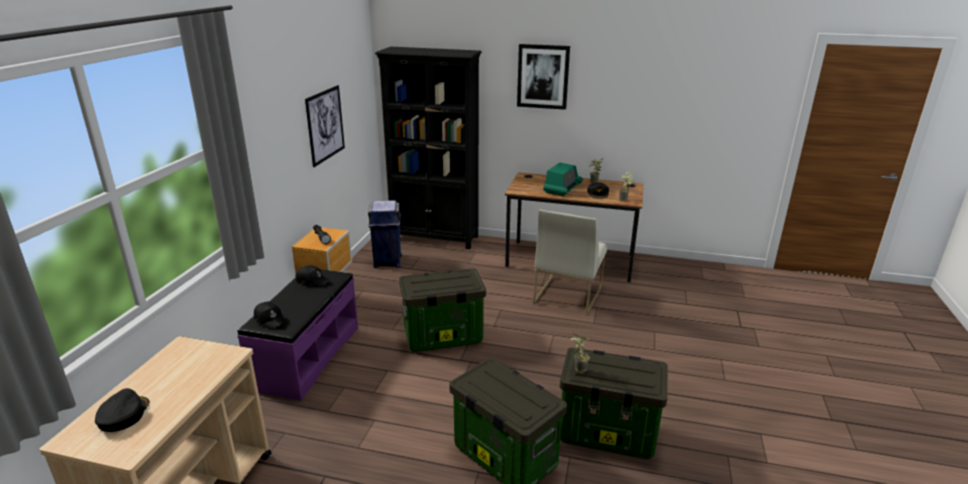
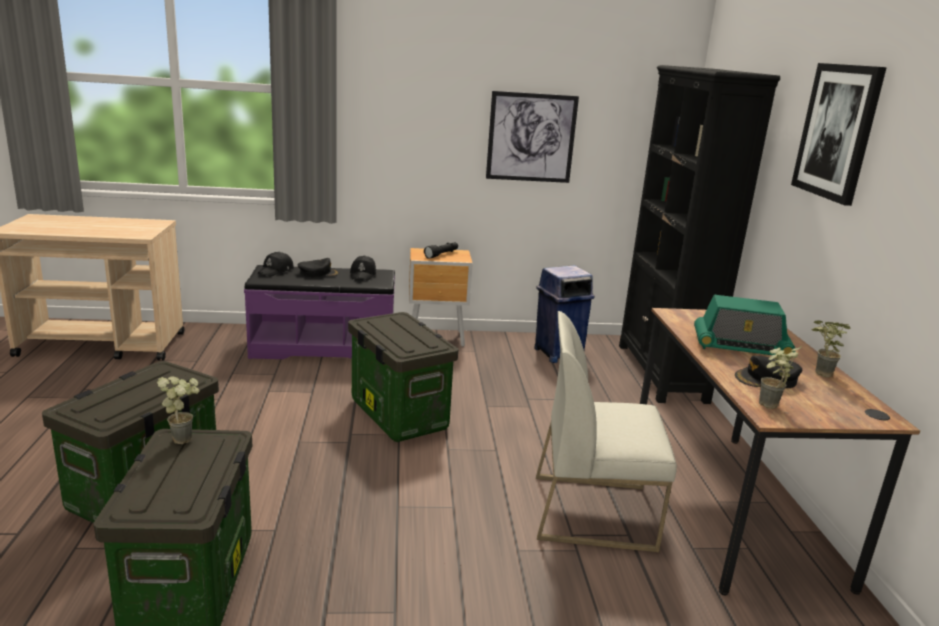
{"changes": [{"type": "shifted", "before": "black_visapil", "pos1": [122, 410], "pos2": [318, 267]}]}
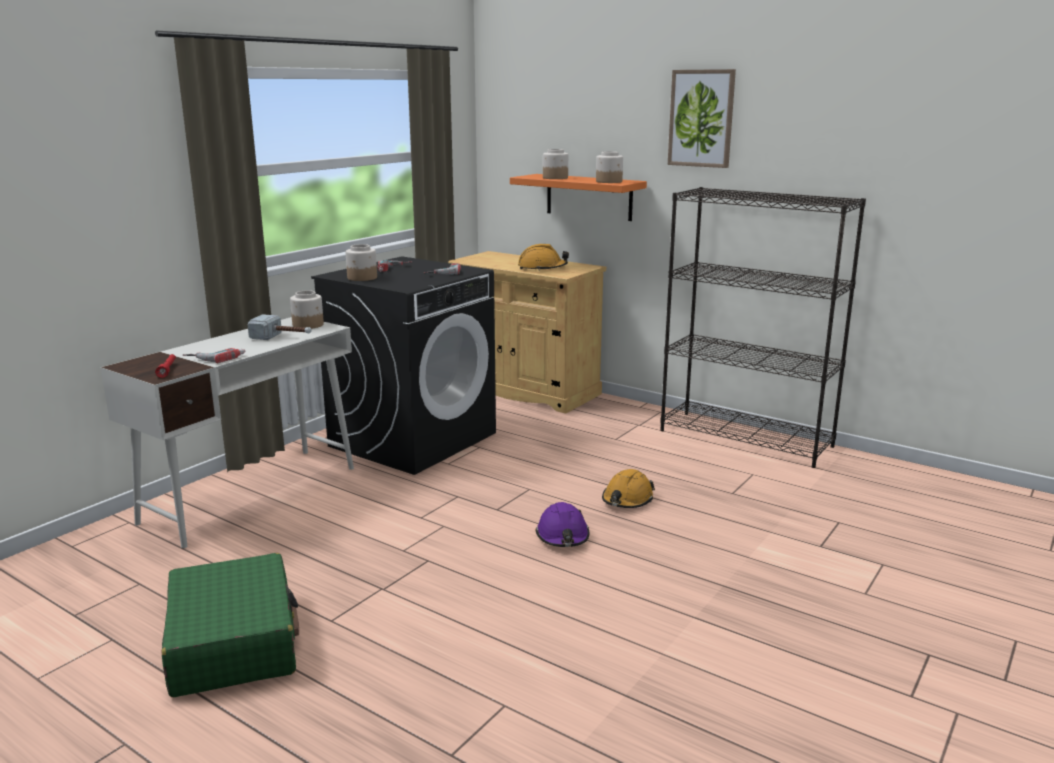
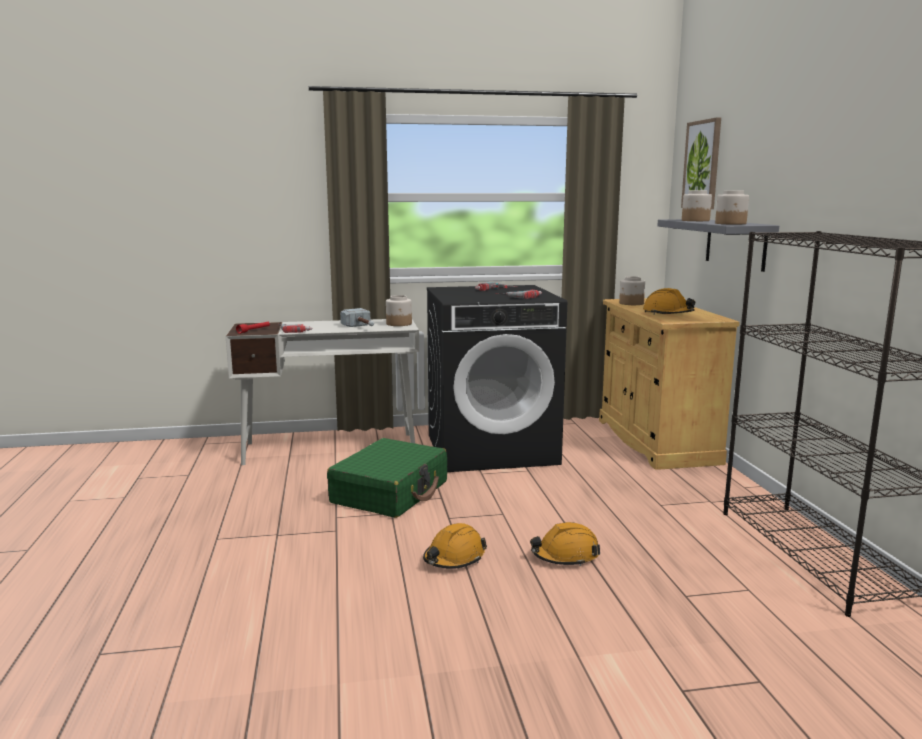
{"changes": [{"type": "shifted", "before": "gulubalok", "pos1": [702, 118], "pos2": [701, 163]}, {"type": "repainted", "before": "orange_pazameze", "after": "grey_pazameze", "pos1": [578, 197], "pos2": [718, 245]}, {"type": "shifted", "before": "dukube", "pos1": [361, 262], "pos2": [632, 290]}, {"type": "repainted", "before": "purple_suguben", "after": "orange_suguben", "pos1": [563, 524], "pos2": [455, 546]}, {"type": "shifted", "before": "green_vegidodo", "pos1": [230, 625], "pos2": [387, 478]}]}
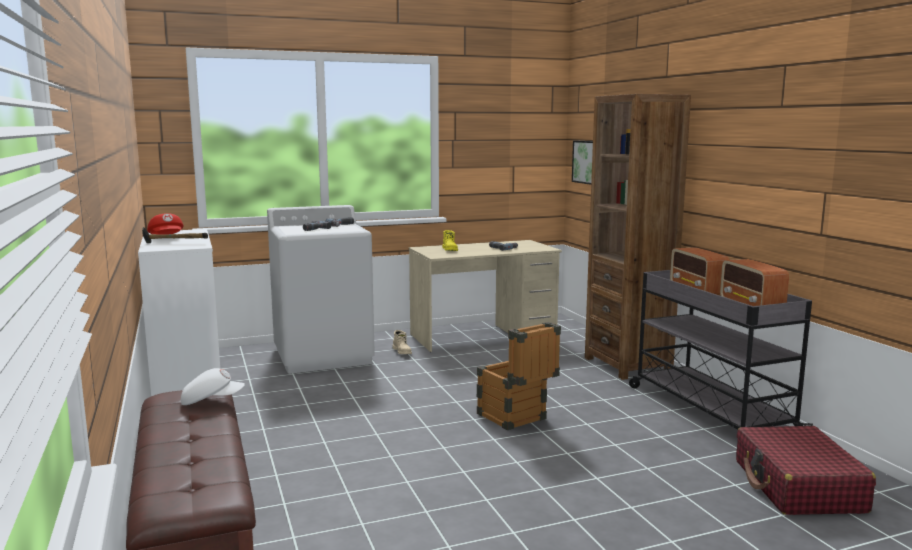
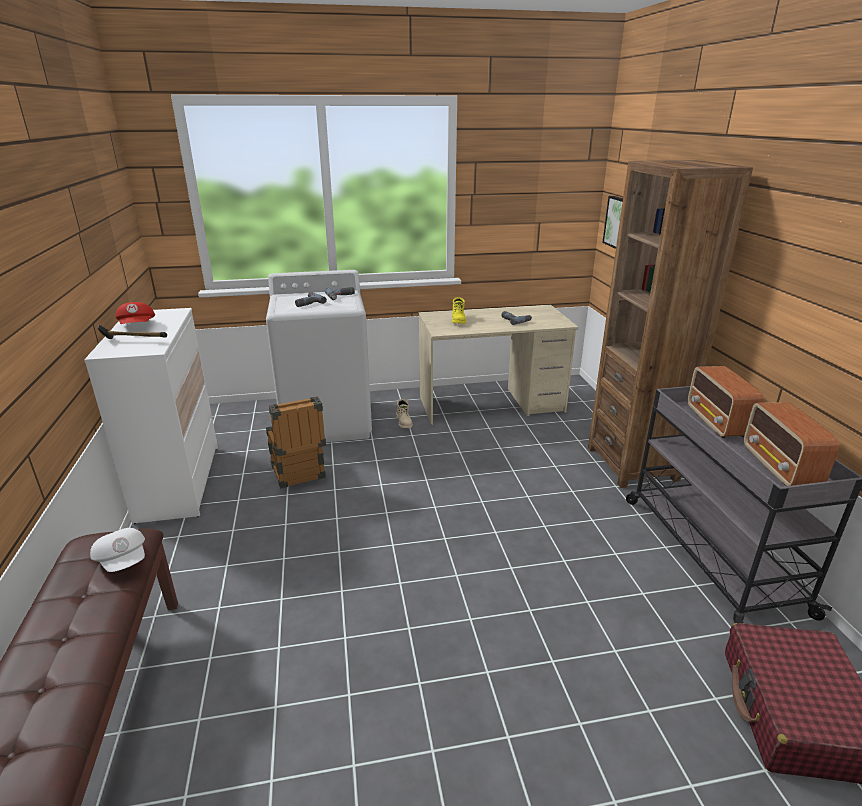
{"changes": [{"type": "shifted", "before": "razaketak", "pos1": [519, 376], "pos2": [296, 442]}, {"type": "rotated", "before": "white_visapil", "pos1": [213, 386], "pos2": [117, 550], "turn": 45}]}
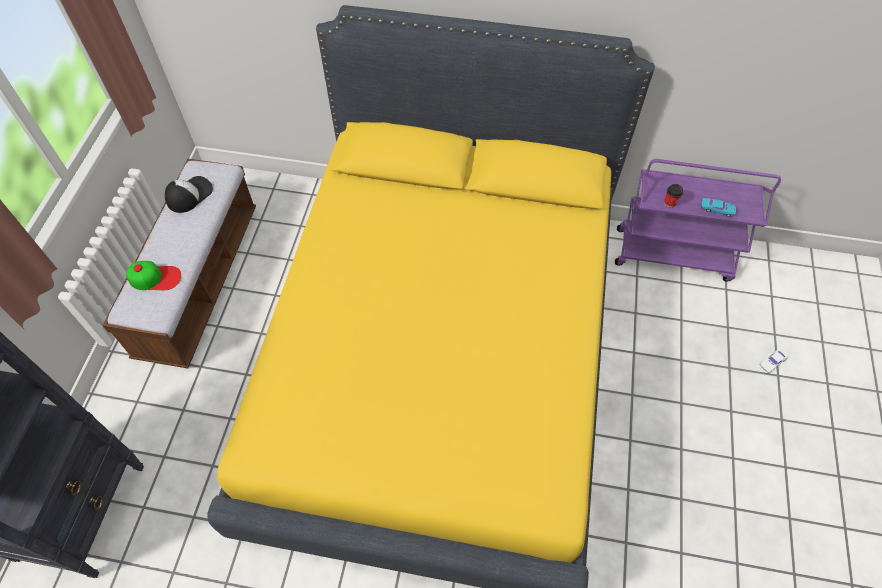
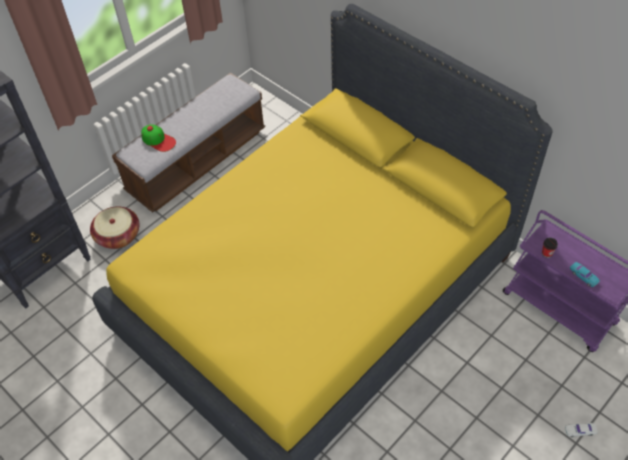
{"changes": [{"type": "gone", "before": "visapil", "pos1": [189, 194]}, {"type": "new", "after": "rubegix", "pos2": [114, 227]}]}
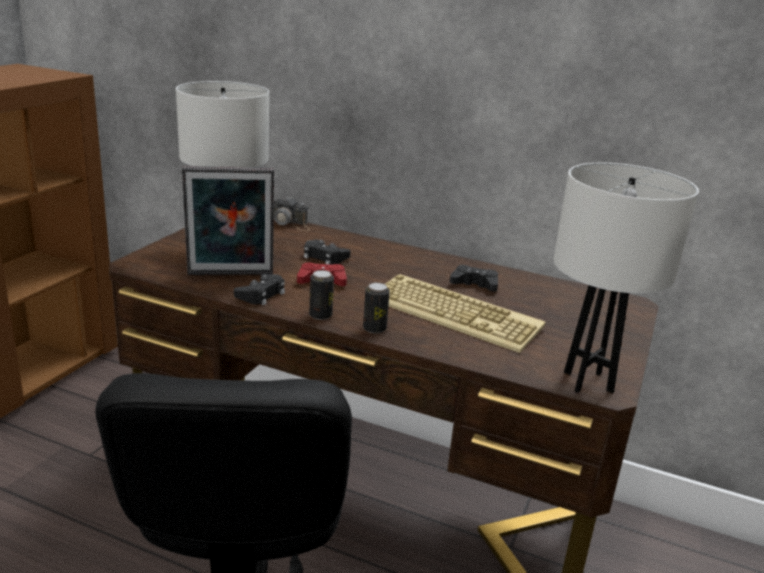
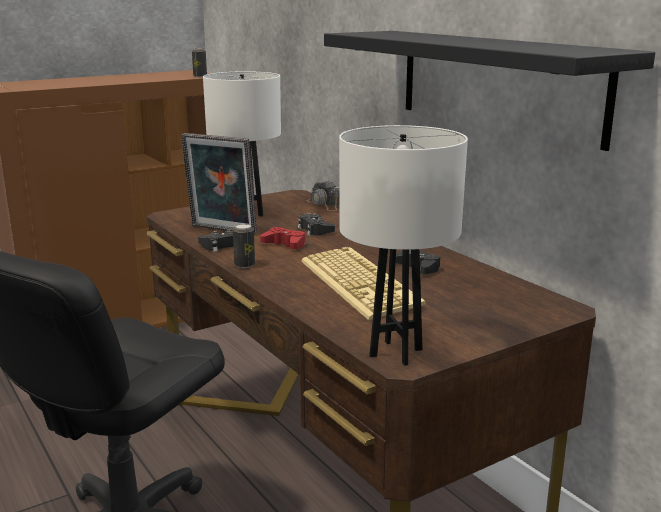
{"changes": [{"type": "shifted", "before": "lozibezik", "pos1": [376, 308], "pos2": [199, 62]}, {"type": "new", "after": "black_pazameze", "pos2": [489, 91]}]}
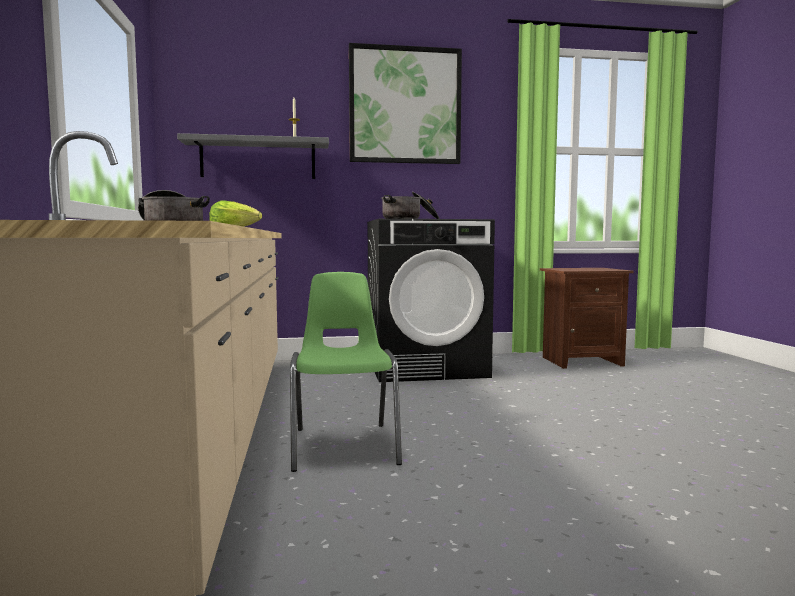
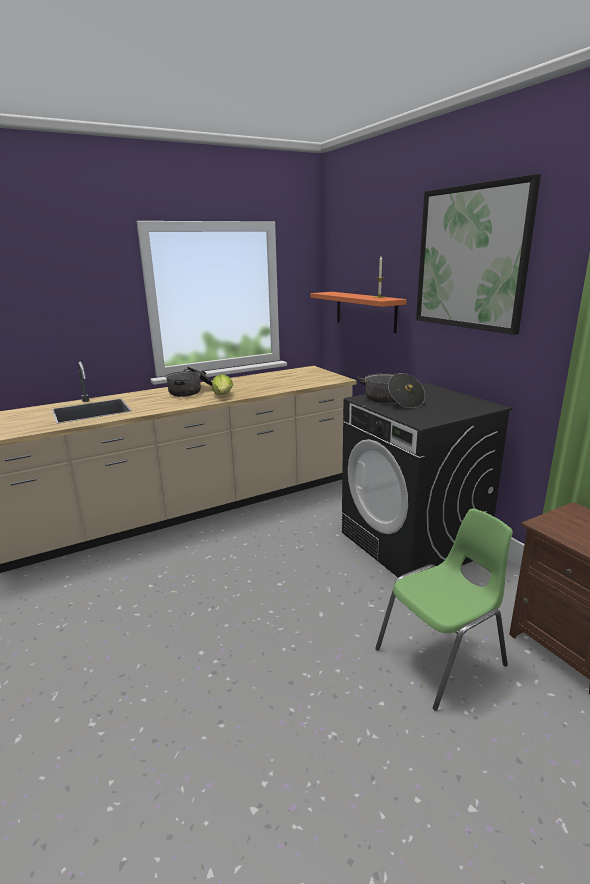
{"changes": [{"type": "repainted", "before": "grey_pazameze", "after": "orange_pazameze", "pos1": [253, 156], "pos2": [358, 312]}, {"type": "shifted", "before": "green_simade", "pos1": [346, 372], "pos2": [444, 610]}]}
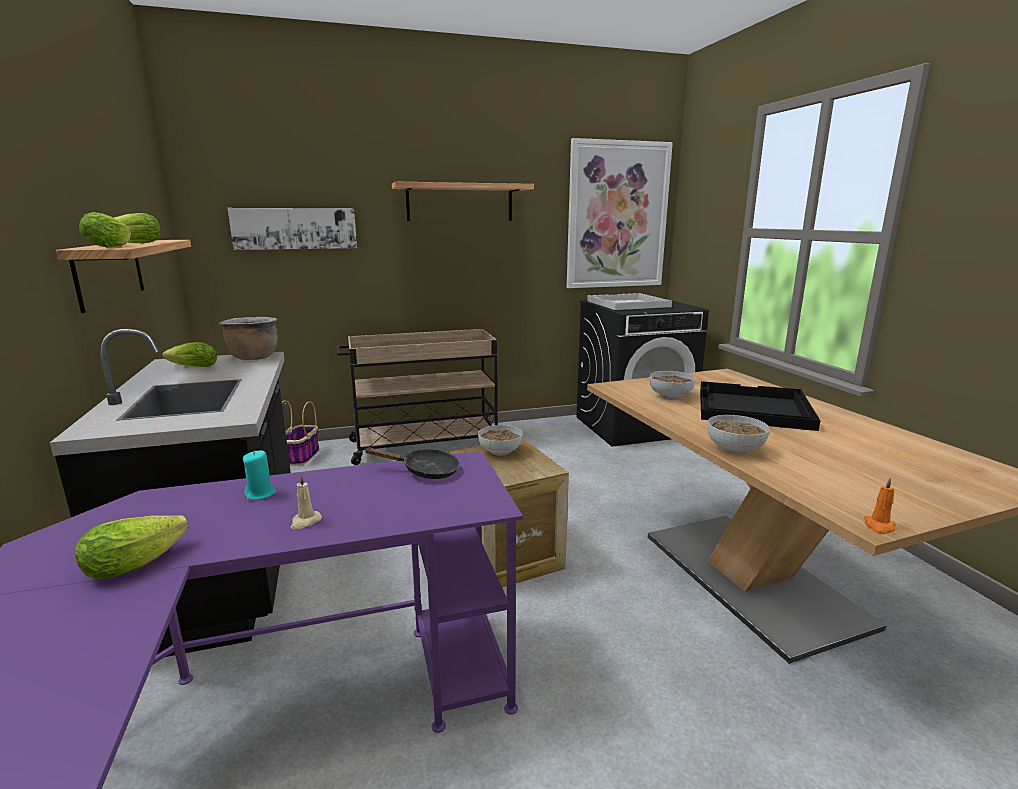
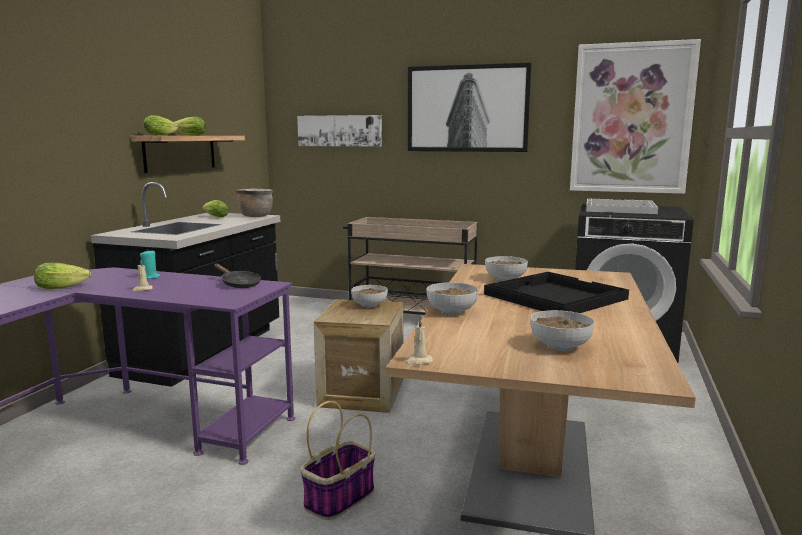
{"changes": [{"type": "swapped", "before": "pazameze", "after": "gulubalok", "pos1": [463, 201], "pos2": [469, 107]}, {"type": "shifted", "before": "rubegix", "pos1": [300, 433], "pos2": [337, 460]}, {"type": "repainted", "before": "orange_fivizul", "after": "beige_fivizul", "pos1": [880, 506], "pos2": [419, 341]}, {"type": "new", "after": "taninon", "pos2": [562, 330]}]}
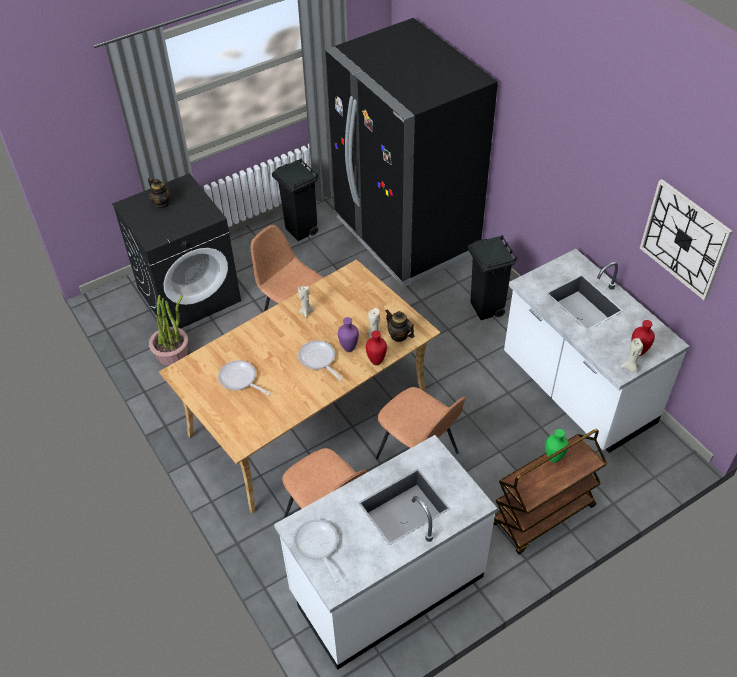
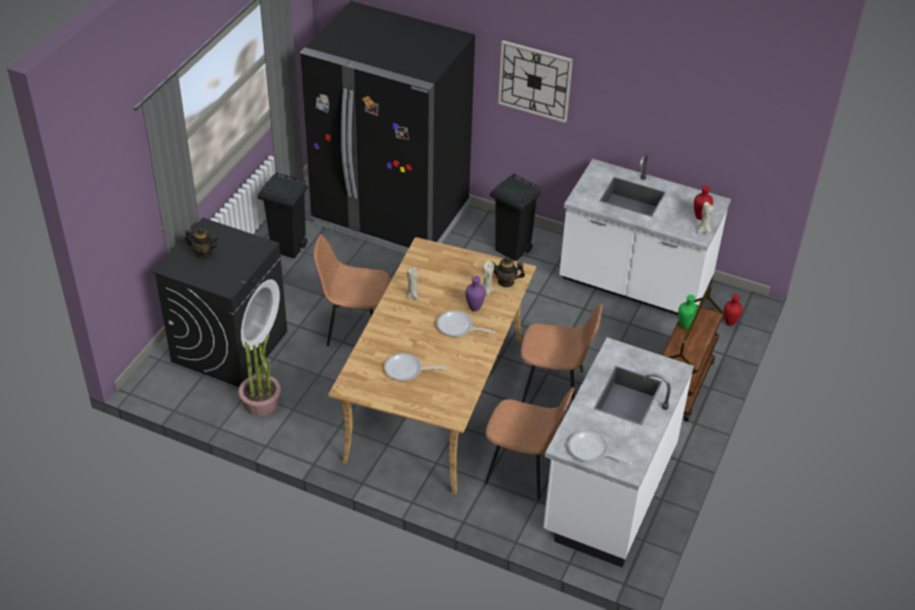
{"changes": [{"type": "shifted", "before": "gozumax", "pos1": [686, 239], "pos2": [535, 81]}, {"type": "shifted", "before": "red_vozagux", "pos1": [376, 348], "pos2": [733, 310]}]}
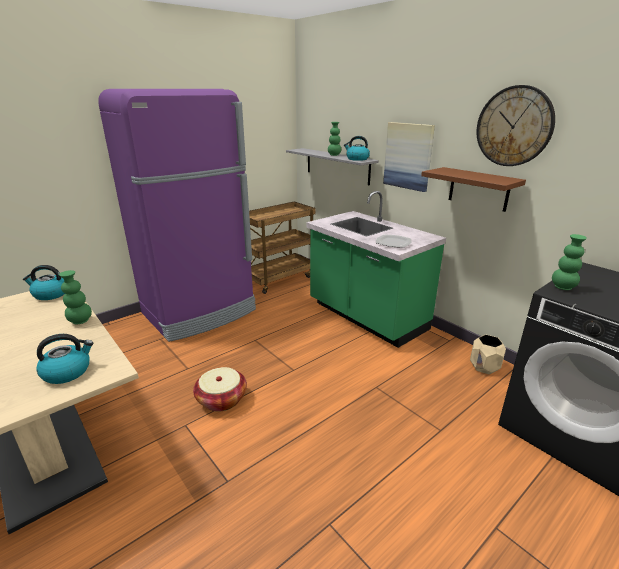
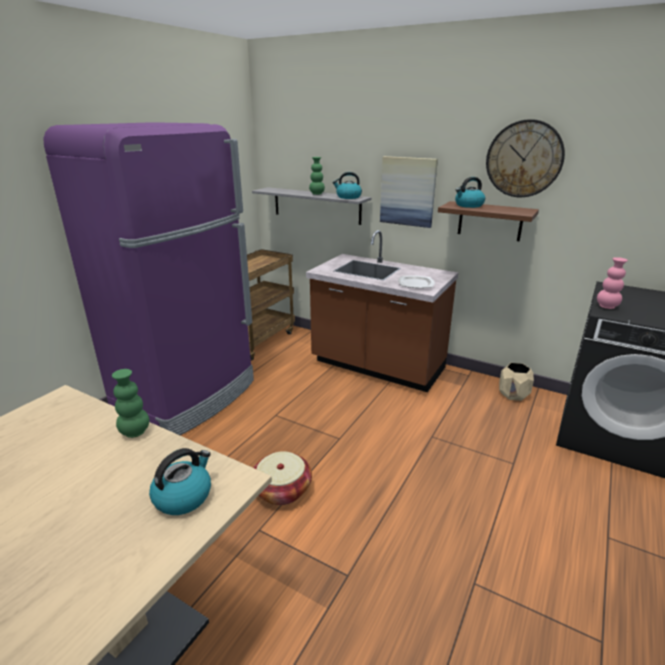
{"changes": [{"type": "repainted", "before": "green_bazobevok", "after": "brown_bazobevok", "pos1": [376, 269], "pos2": [382, 311]}, {"type": "repainted", "before": "green_vozagux", "after": "pink_vozagux", "pos1": [569, 262], "pos2": [612, 283]}, {"type": "shifted", "before": "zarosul", "pos1": [44, 282], "pos2": [470, 192]}]}
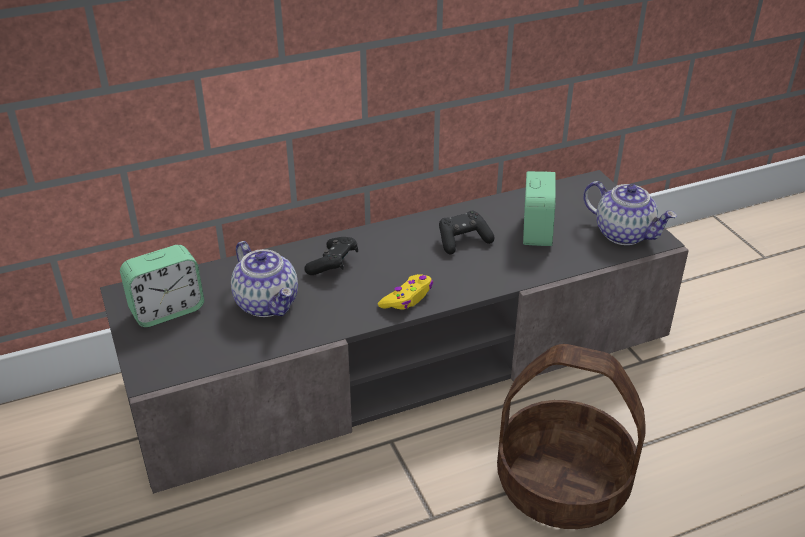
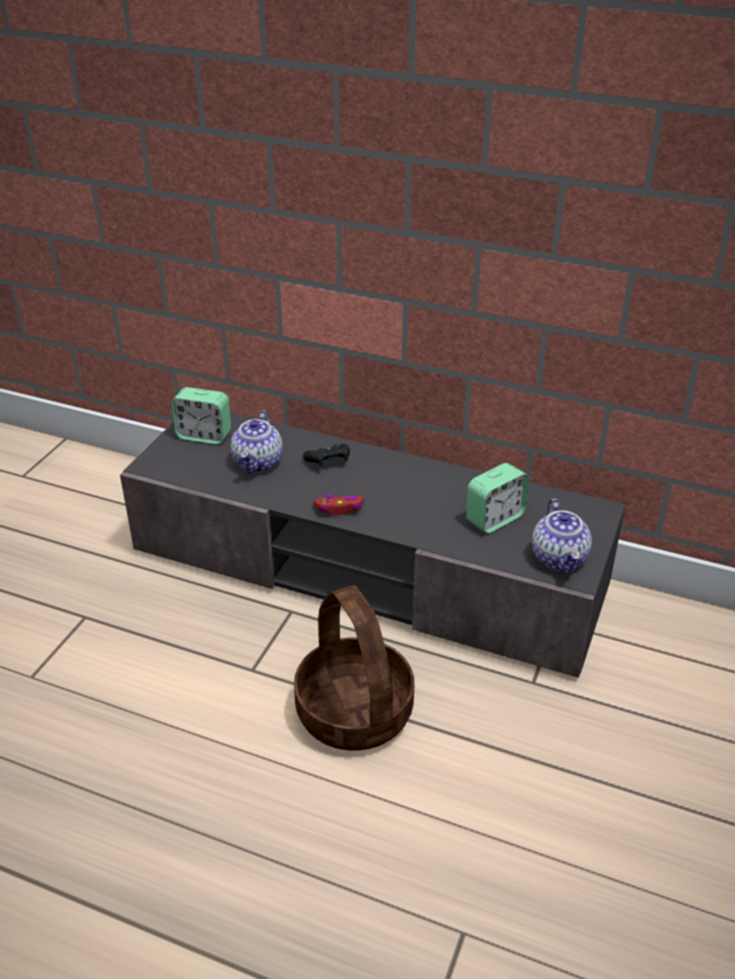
{"changes": [{"type": "gone", "before": "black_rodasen", "pos1": [466, 232]}, {"type": "repainted", "before": "yellow_rodasen", "after": "red_rodasen", "pos1": [405, 292], "pos2": [339, 504]}]}
